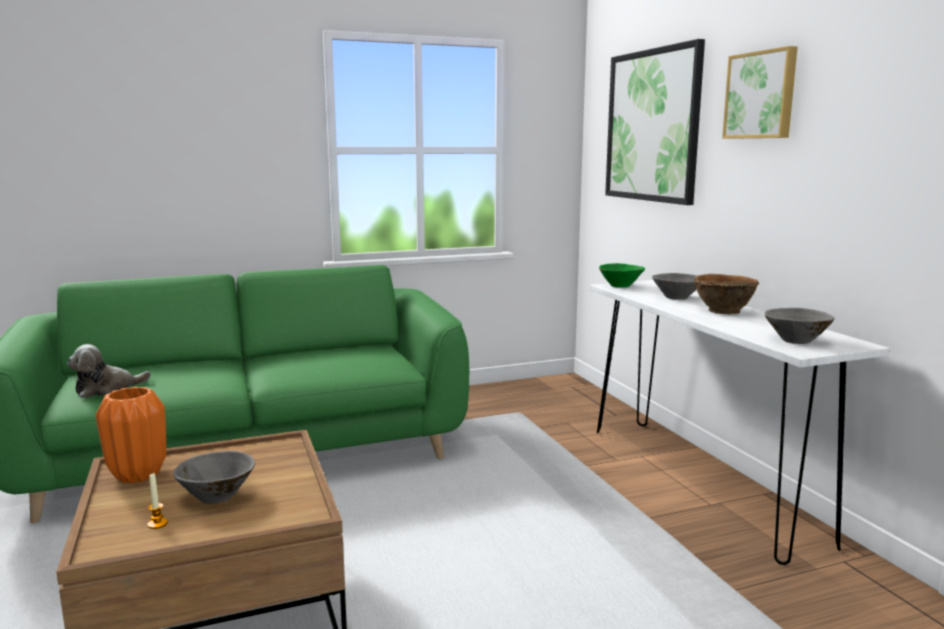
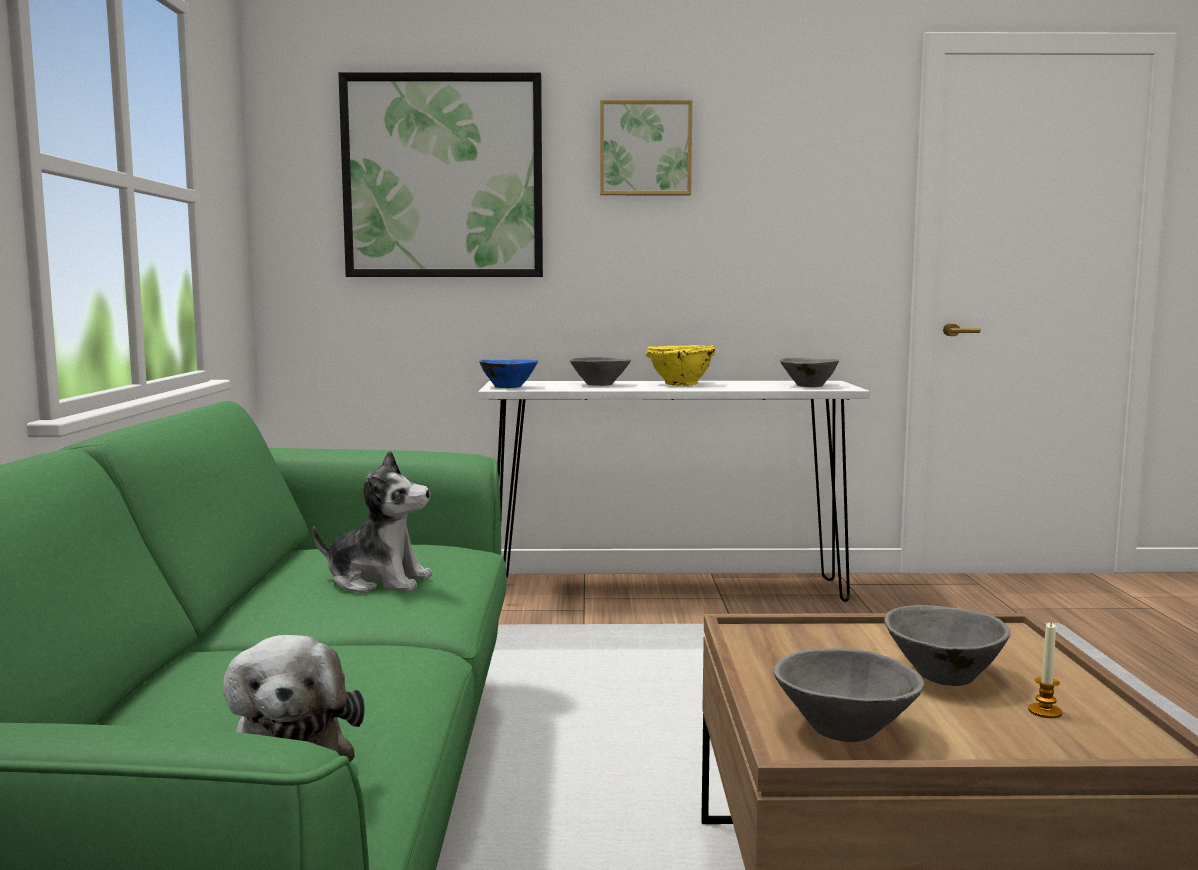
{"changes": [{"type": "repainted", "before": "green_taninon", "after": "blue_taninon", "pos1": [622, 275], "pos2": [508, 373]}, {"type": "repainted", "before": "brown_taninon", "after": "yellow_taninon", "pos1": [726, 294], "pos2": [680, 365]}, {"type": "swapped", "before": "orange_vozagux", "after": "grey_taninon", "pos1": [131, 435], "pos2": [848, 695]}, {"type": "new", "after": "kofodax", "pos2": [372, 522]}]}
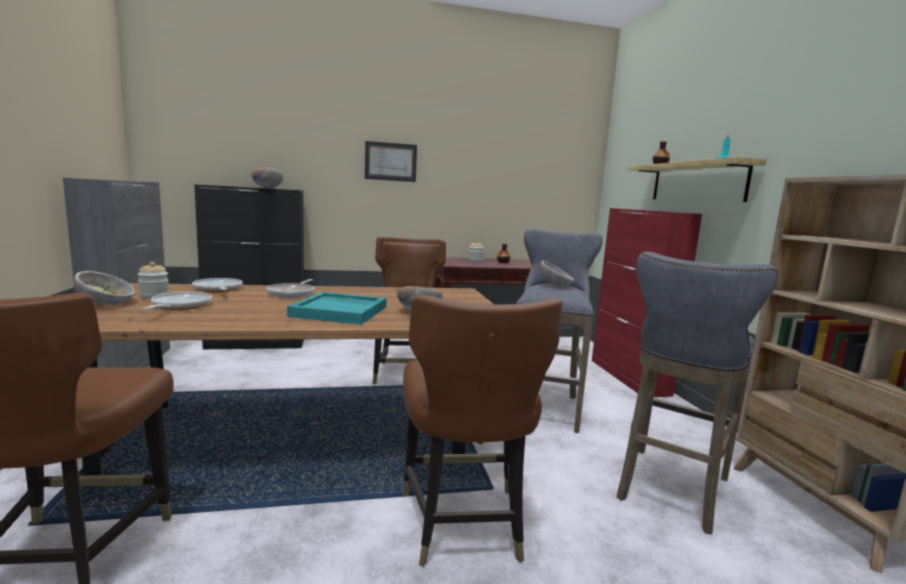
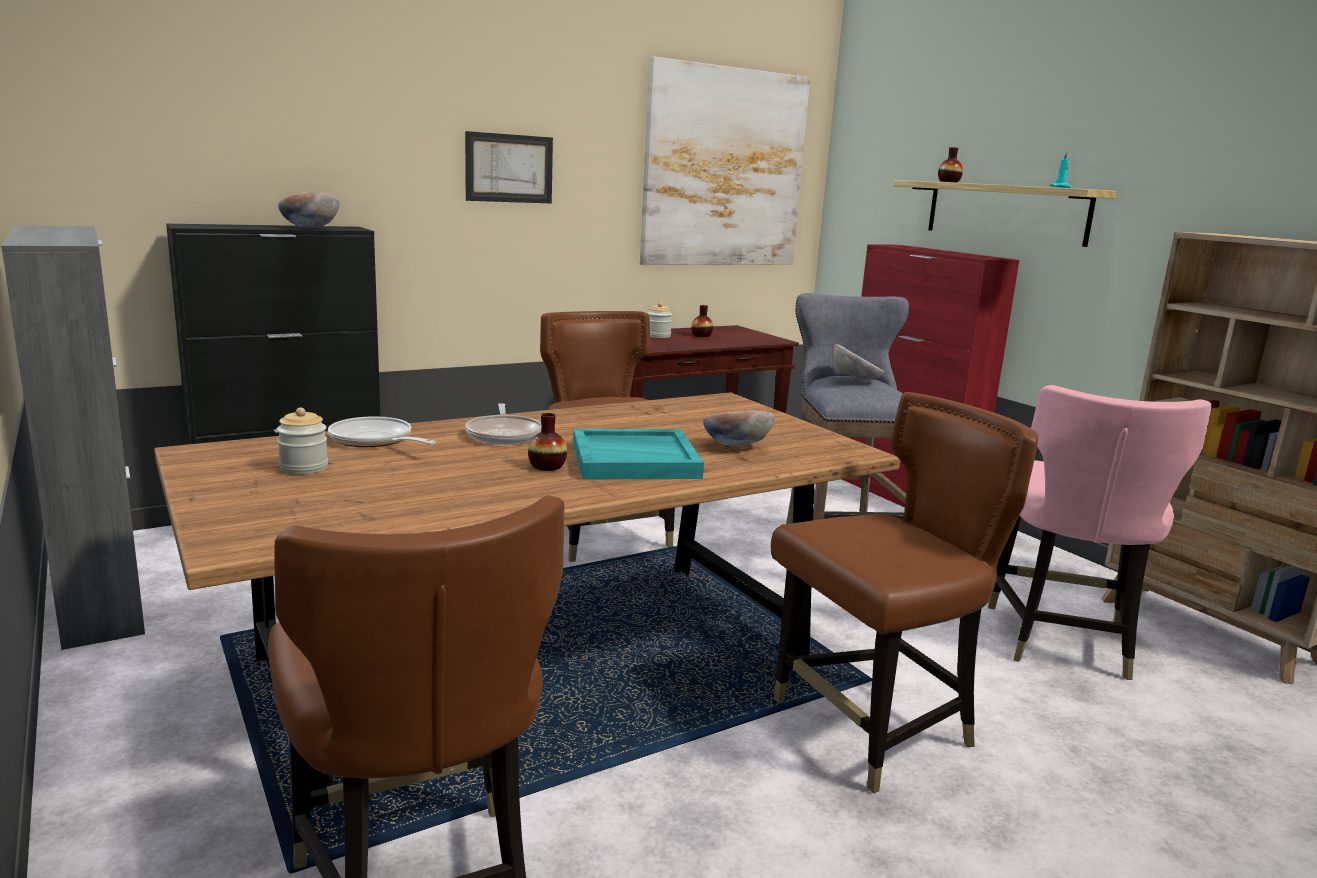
{"changes": [{"type": "swapped", "before": "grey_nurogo", "after": "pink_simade", "pos1": [697, 393], "pos2": [1100, 532]}, {"type": "gone", "before": "taninon", "pos1": [104, 288]}, {"type": "gone", "before": "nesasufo", "pos1": [176, 301]}, {"type": "rotated", "before": "brown_simade", "pos1": [483, 431], "pos2": [904, 592], "turn": -90}, {"type": "new", "after": "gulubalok", "pos2": [725, 161]}, {"type": "new", "after": "vozagux", "pos2": [547, 442]}]}
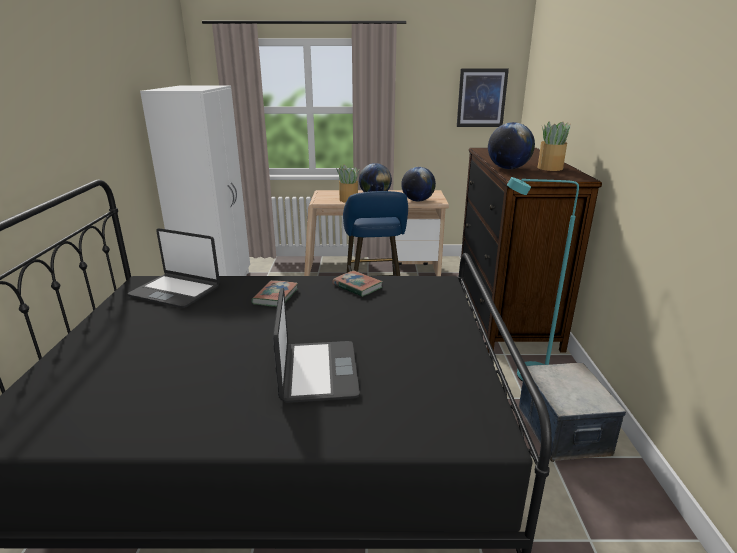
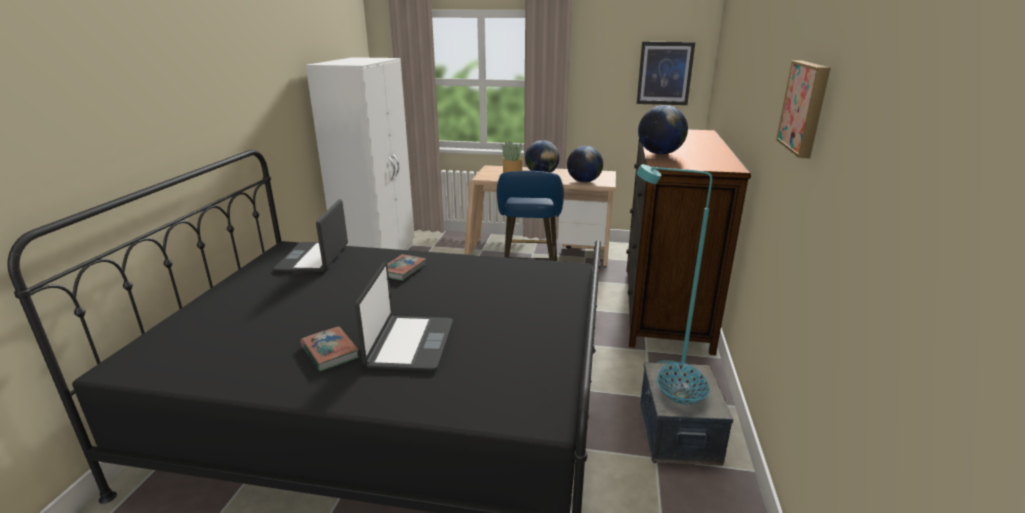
{"changes": [{"type": "gone", "before": "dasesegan", "pos1": [554, 146]}, {"type": "rotated", "before": "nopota", "pos1": [173, 268], "pos2": [310, 235], "turn": 60}, {"type": "shifted", "before": "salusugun", "pos1": [357, 284], "pos2": [330, 349]}, {"type": "new", "after": "gulubalok", "pos2": [803, 109]}, {"type": "new", "after": "taninon", "pos2": [683, 383]}]}
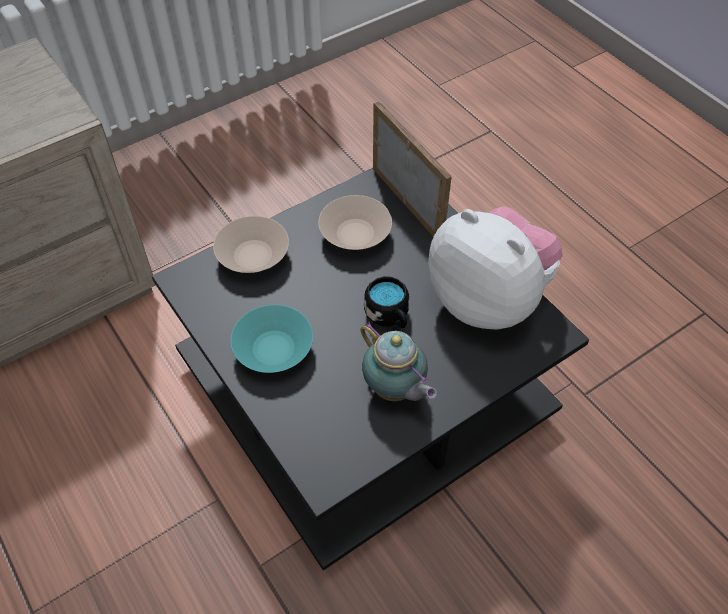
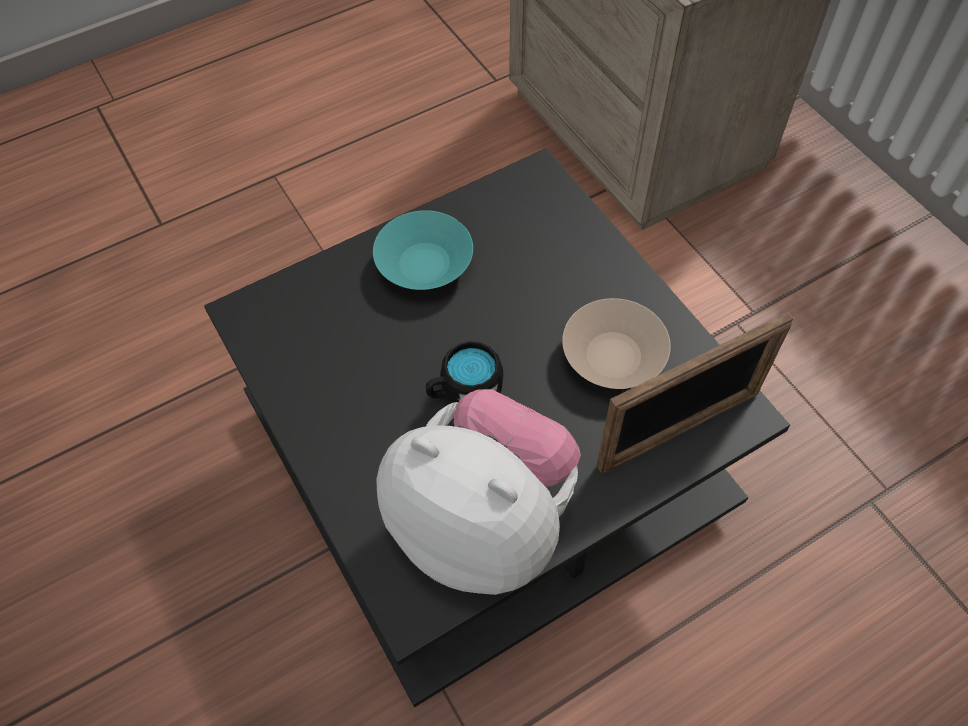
{"changes": [{"type": "rotated", "before": "kofodax", "pos1": [495, 267], "pos2": [478, 492], "turn": -105}, {"type": "gone", "before": "beige_taninon", "pos1": [251, 244]}, {"type": "gone", "before": "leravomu", "pos1": [399, 361]}]}
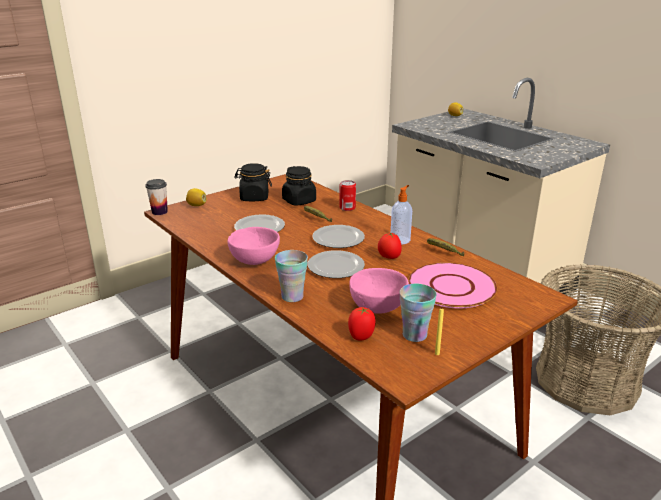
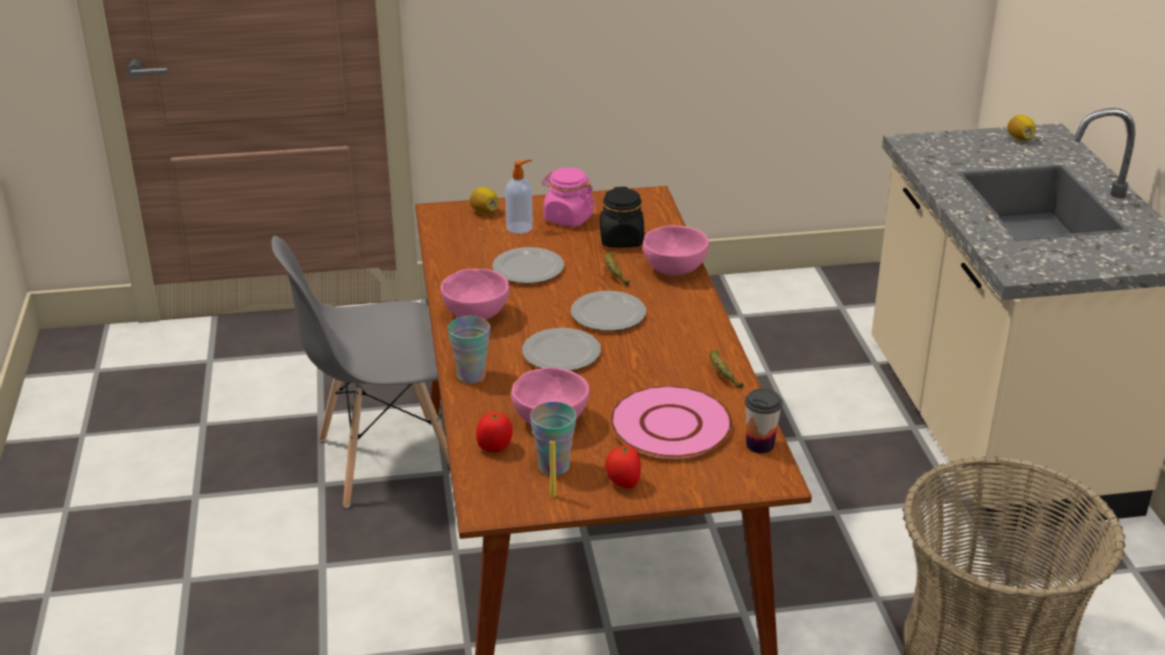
{"changes": [{"type": "repainted", "before": "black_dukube", "after": "pink_dukube", "pos1": [253, 182], "pos2": [568, 197]}, {"type": "shifted", "before": "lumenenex", "pos1": [156, 197], "pos2": [763, 421]}, {"type": "swapped", "before": "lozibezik", "after": "pink_taninon", "pos1": [347, 195], "pos2": [676, 250]}, {"type": "shifted", "before": "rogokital", "pos1": [401, 214], "pos2": [519, 196]}, {"type": "shifted", "before": "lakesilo", "pos1": [390, 246], "pos2": [623, 466]}, {"type": "new", "after": "grey_simade", "pos2": [361, 372]}]}
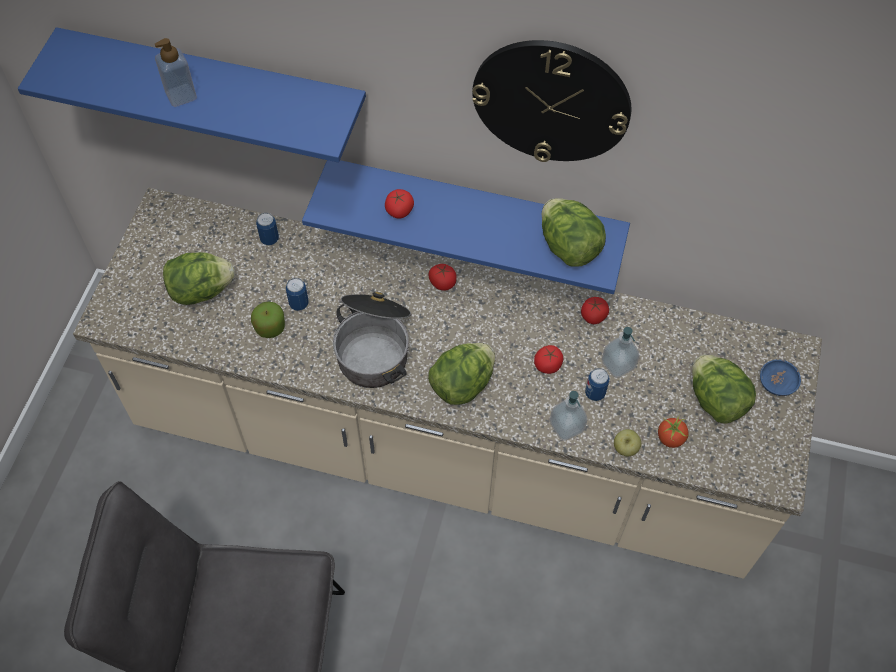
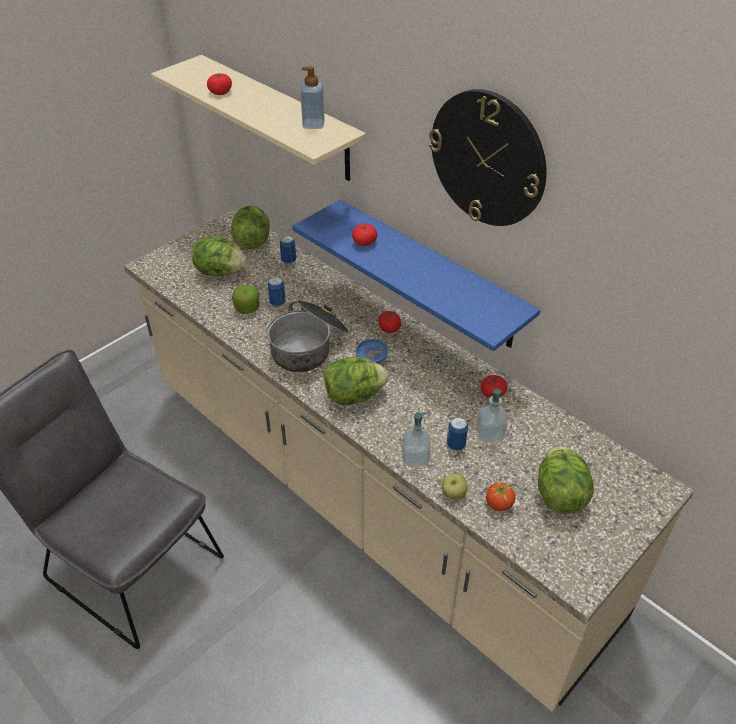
{"changes": [{"type": "repainted", "before": "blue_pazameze", "after": "beige_pazameze", "pos1": [192, 95], "pos2": [258, 118]}, {"type": "shifted", "before": "rogokital", "pos1": [176, 72], "pos2": [312, 97]}, {"type": "shifted", "before": "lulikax", "pos1": [573, 232], "pos2": [250, 227]}, {"type": "shifted", "before": "lakesilo", "pos1": [548, 359], "pos2": [219, 84]}, {"type": "shifted", "before": "blue_taninon", "pos1": [780, 377], "pos2": [372, 351]}]}
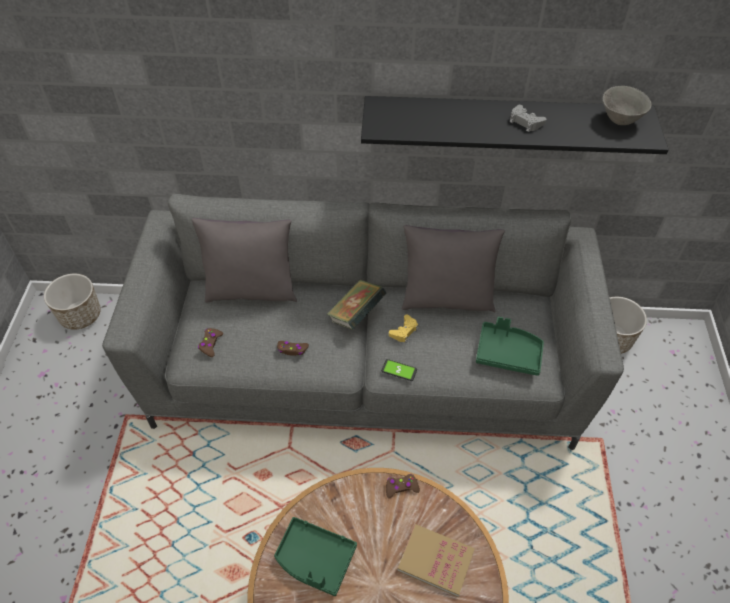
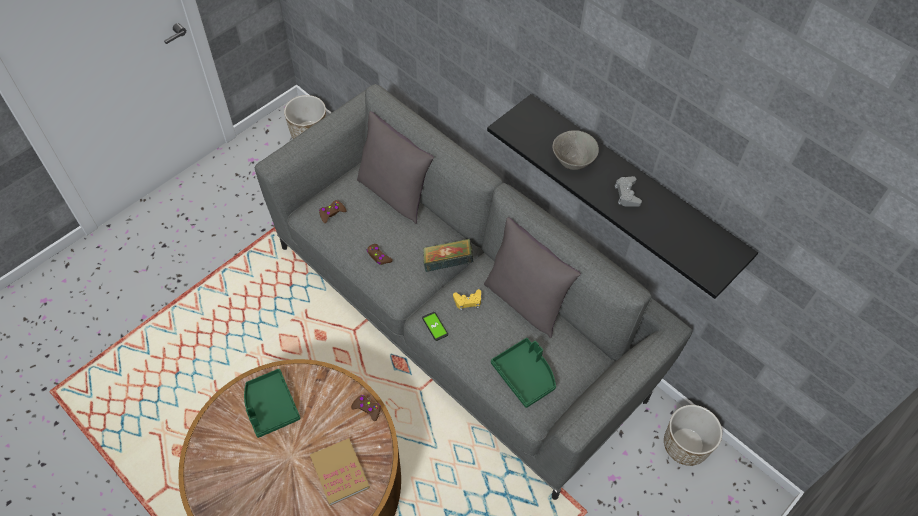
{"changes": [{"type": "shifted", "before": "grey_taninon", "pos1": [627, 105], "pos2": [575, 150]}]}
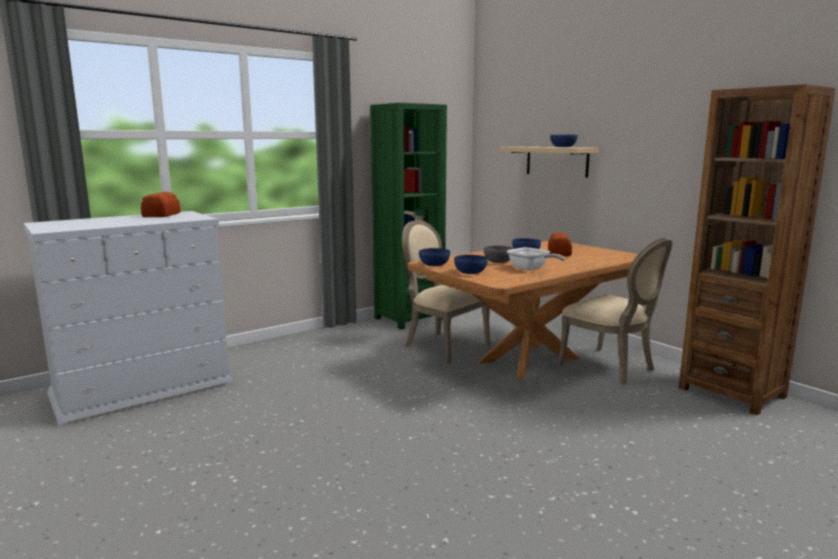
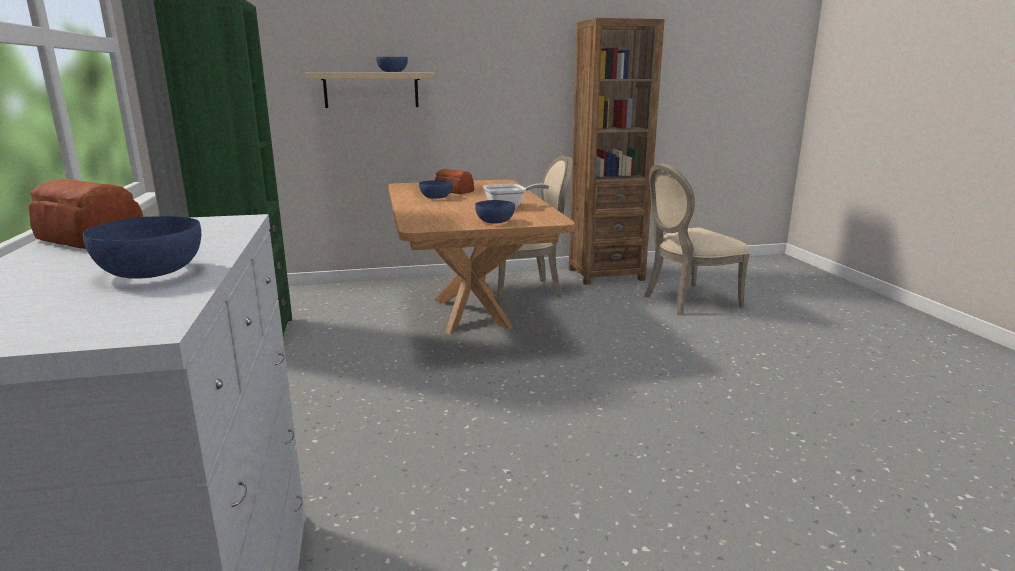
{"changes": [{"type": "shifted", "before": "beige_simade", "pos1": [446, 291], "pos2": [697, 239]}, {"type": "gone", "before": "grey_taninon", "pos1": [499, 254]}, {"type": "shifted", "before": "blue_taninon", "pos1": [434, 257], "pos2": [142, 247]}]}
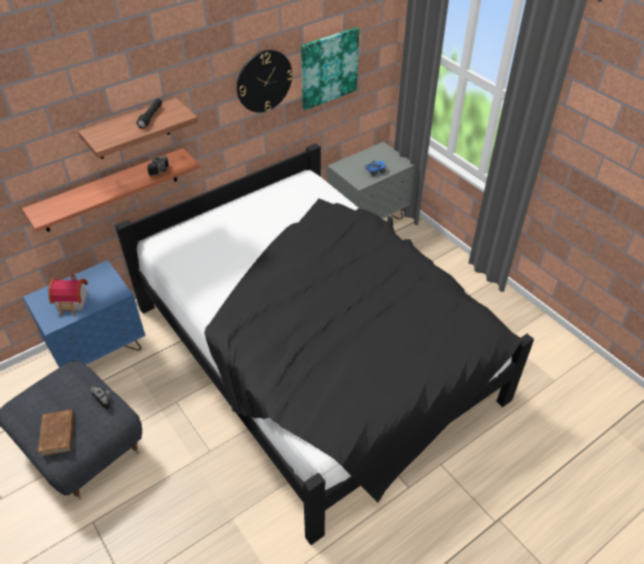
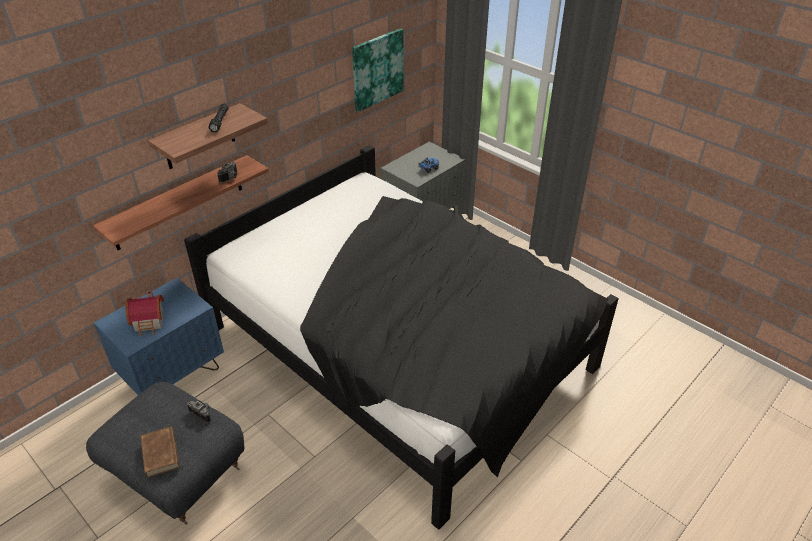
{"changes": [{"type": "gone", "before": "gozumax", "pos1": [265, 81]}]}
